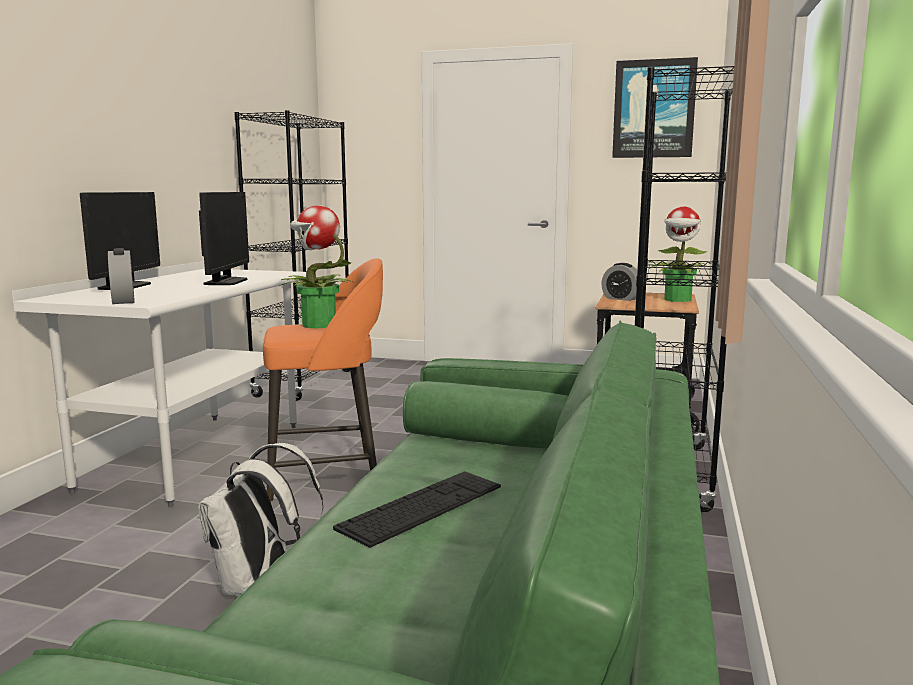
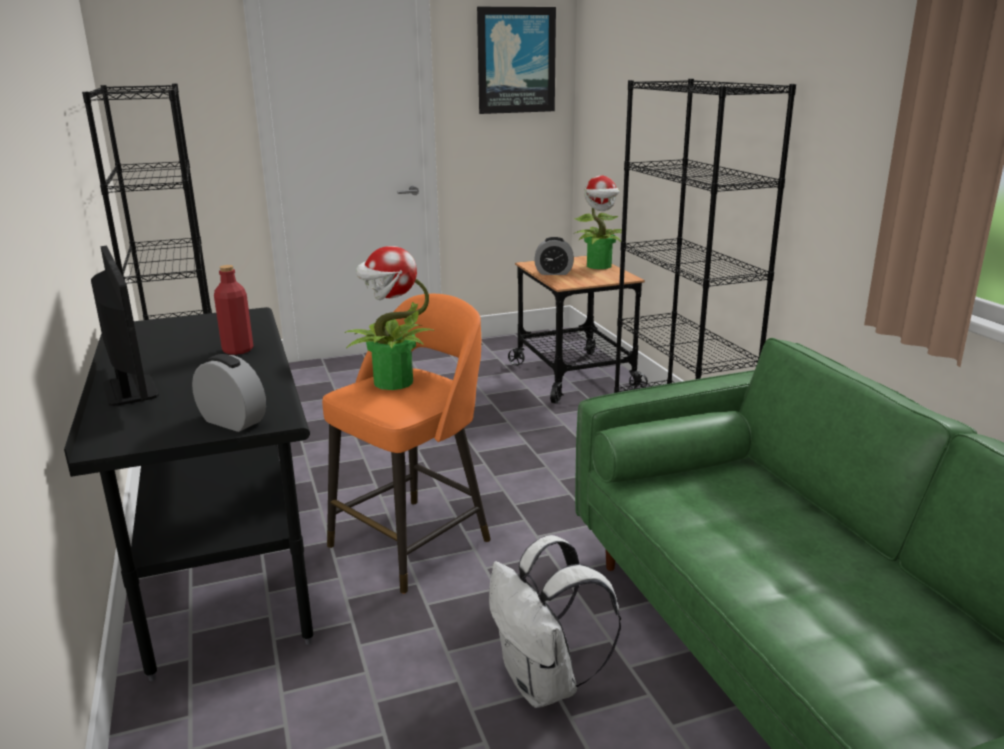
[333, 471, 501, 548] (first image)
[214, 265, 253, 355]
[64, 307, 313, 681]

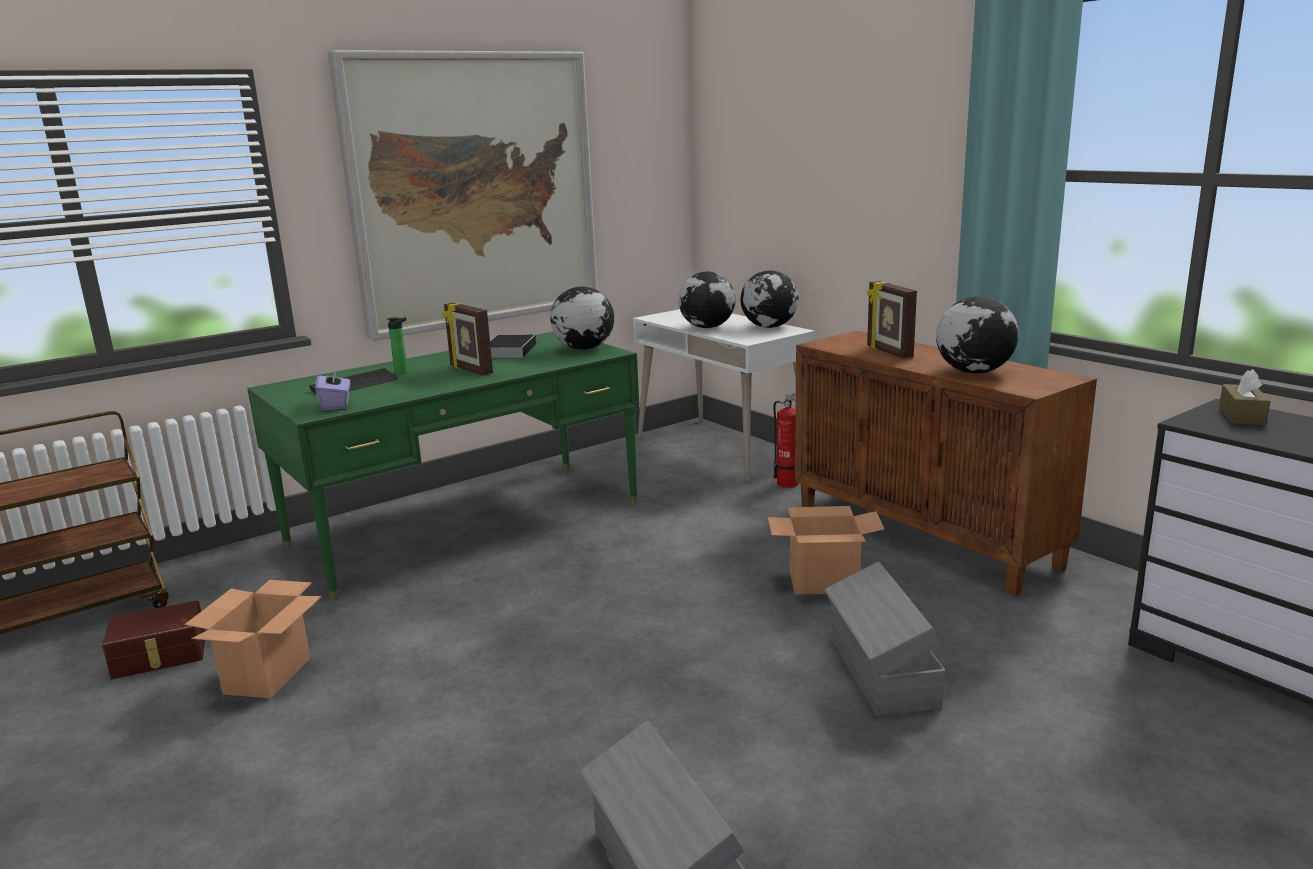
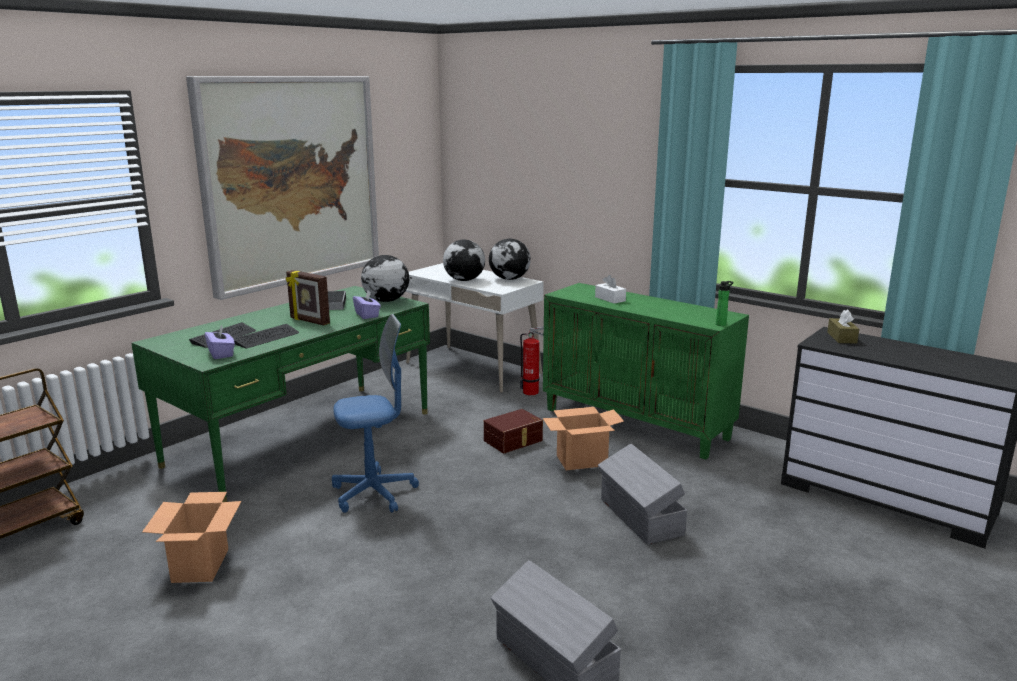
[936, 296, 1019, 374] (first image)
[233, 324, 299, 348]
[332, 314, 419, 513]
[353, 291, 381, 319]
[484, 409, 543, 453]
[716, 281, 733, 326]
[595, 275, 626, 304]
[543, 283, 749, 460]

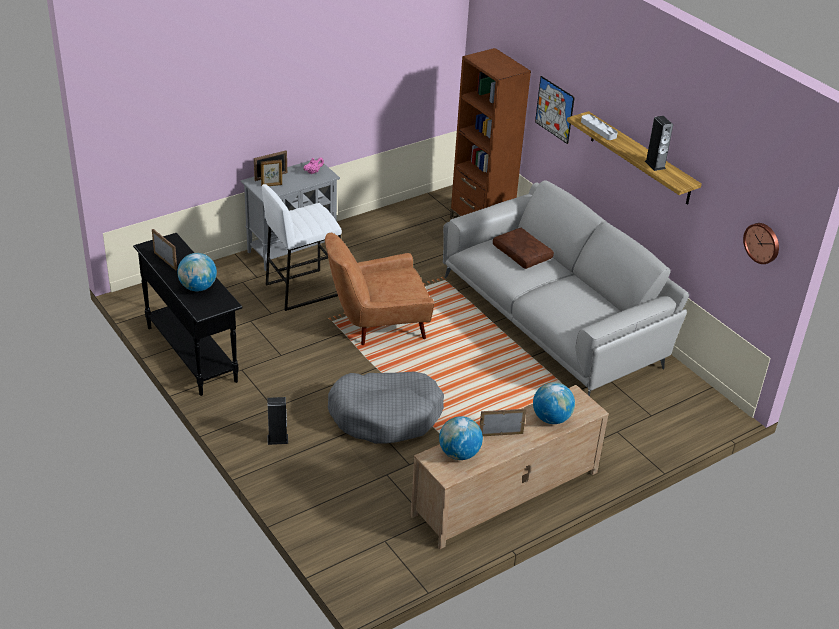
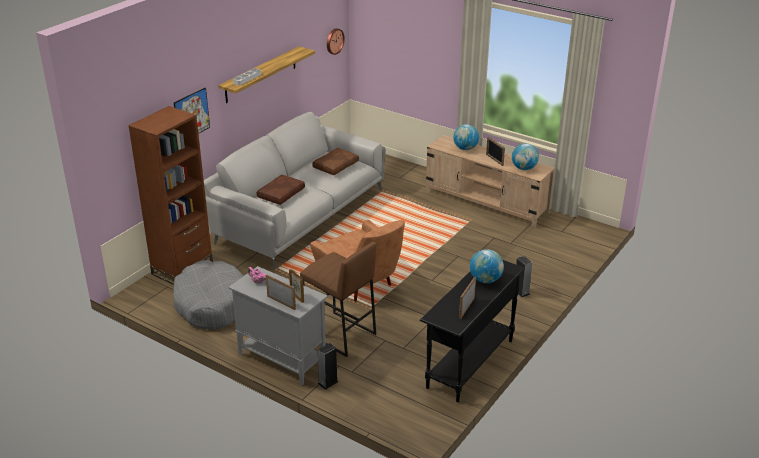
[312, 148, 359, 175]
[173, 260, 244, 329]
[318, 343, 338, 390]
[300, 242, 377, 357]

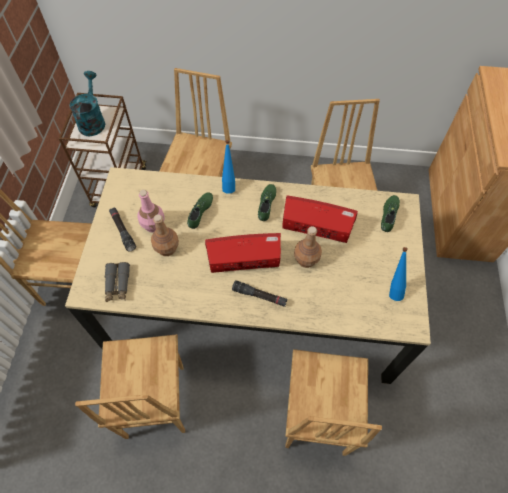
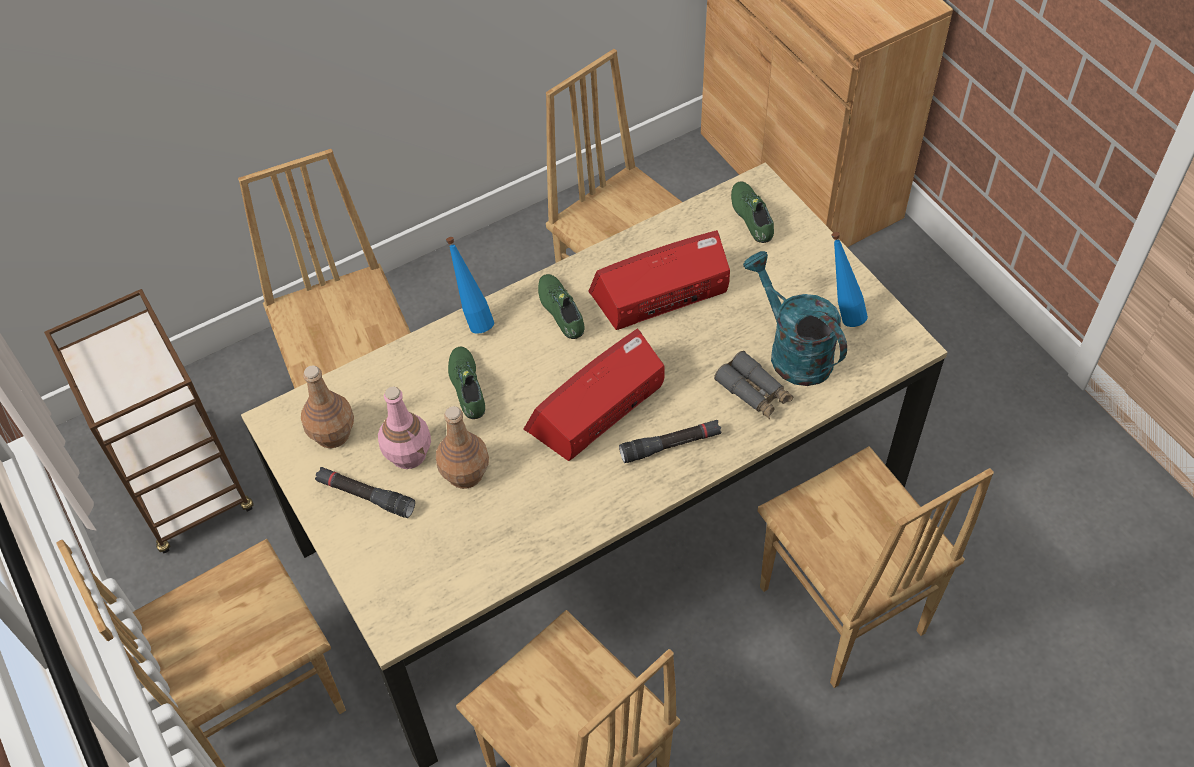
[743, 251, 847, 386]
[714, 351, 793, 419]
[301, 365, 354, 448]

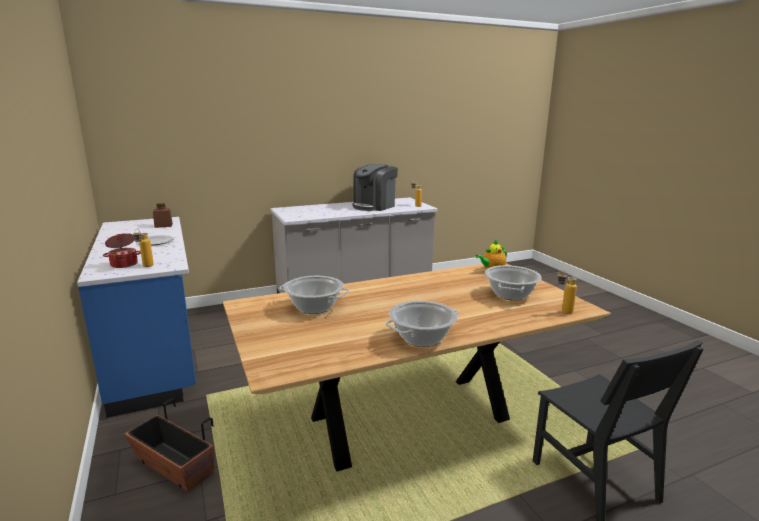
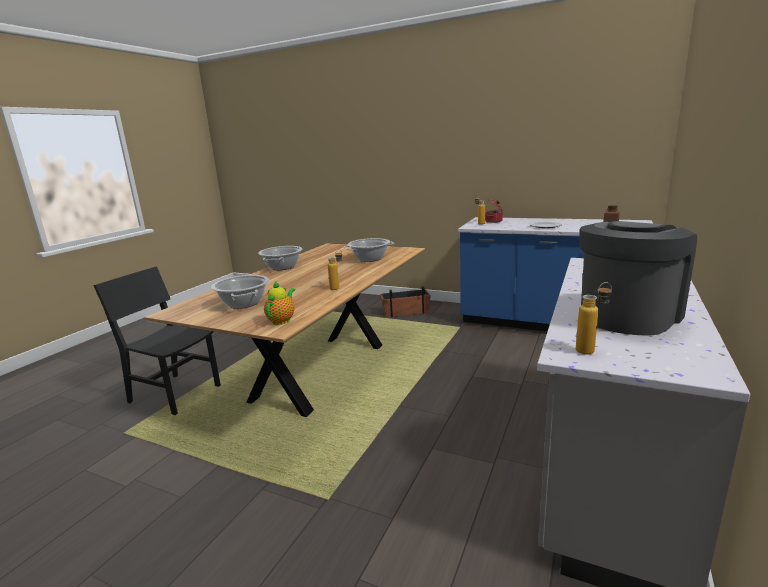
[328, 250, 342, 290]
[580, 221, 697, 336]

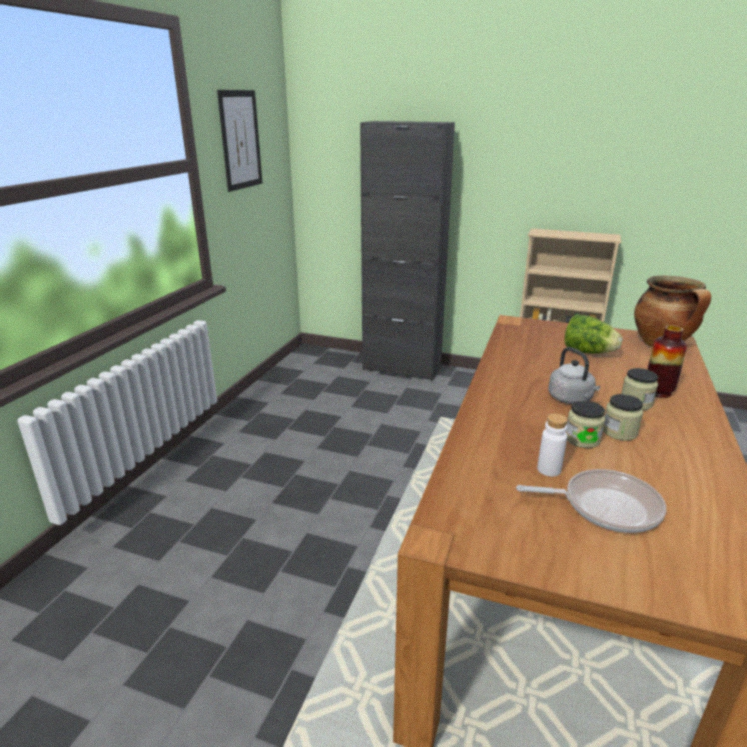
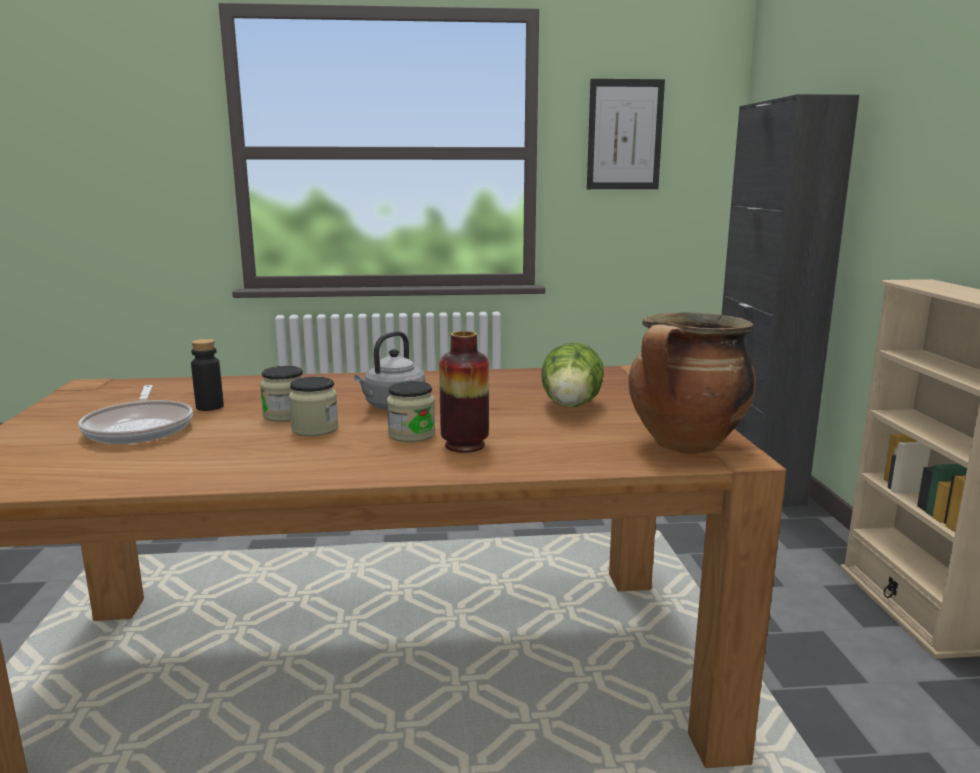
[191, 339, 224, 411]

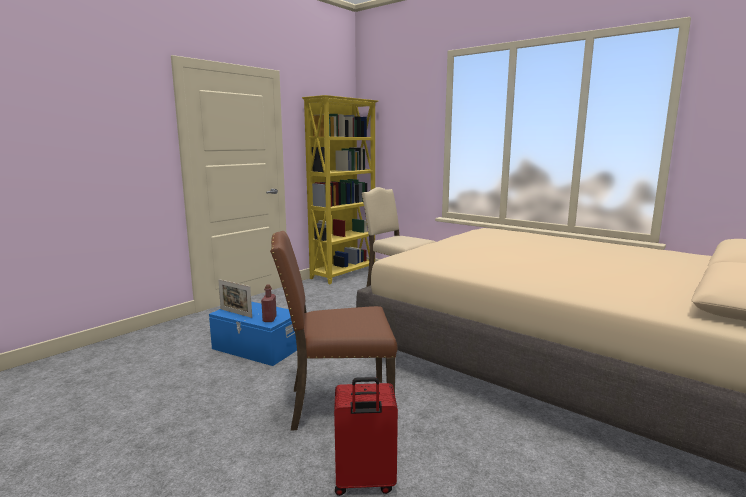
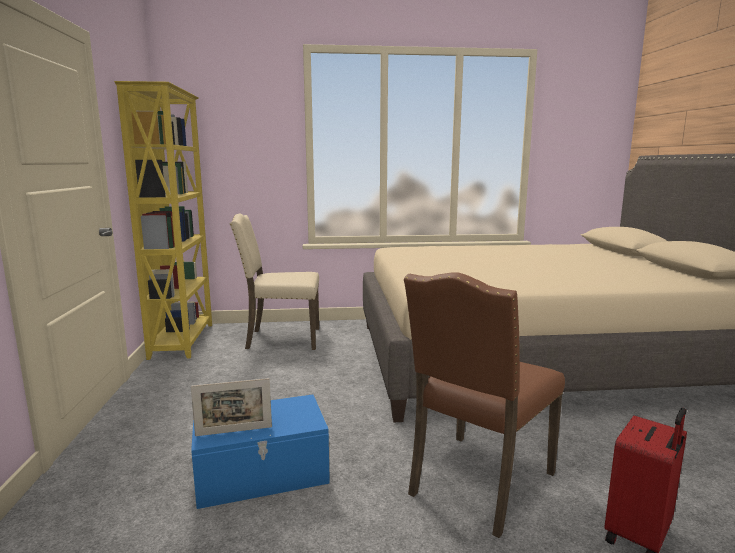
[261, 284, 277, 322] (first image)

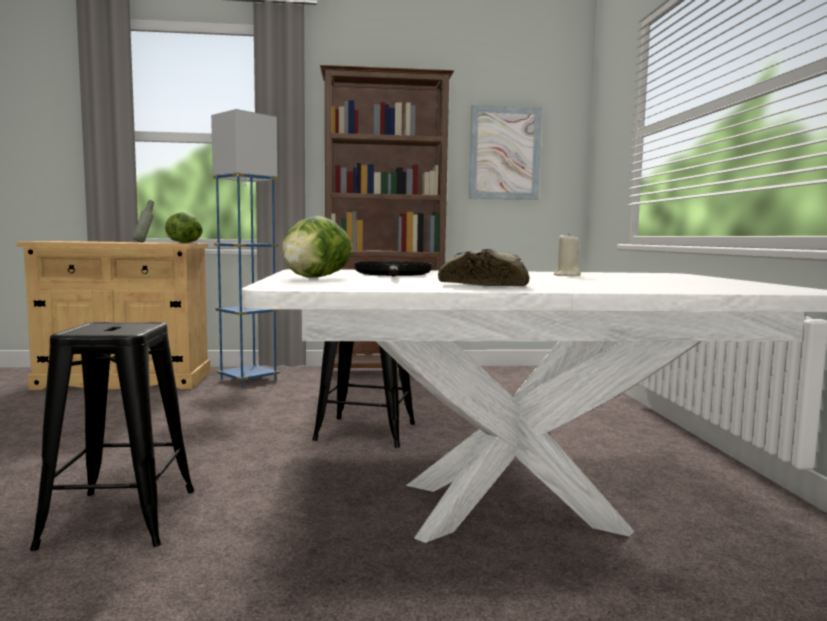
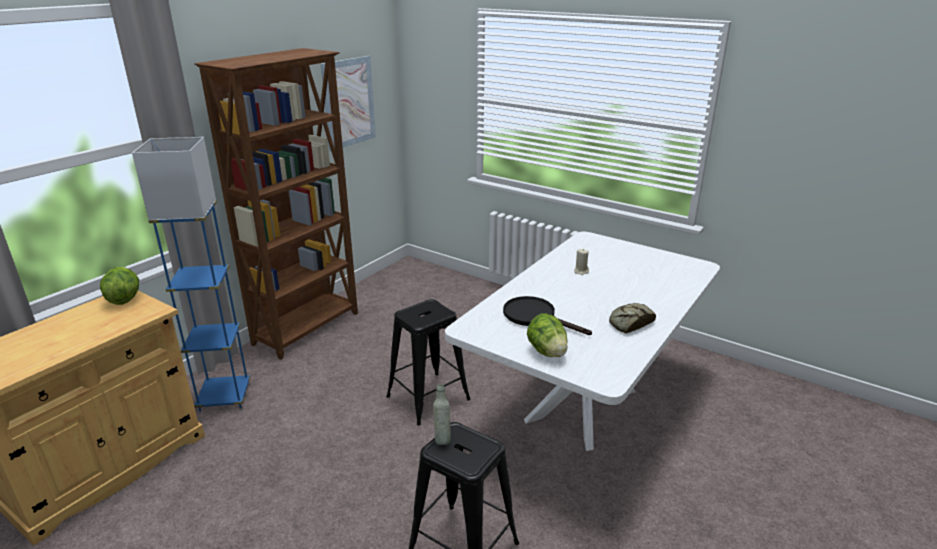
[433, 384, 451, 445]

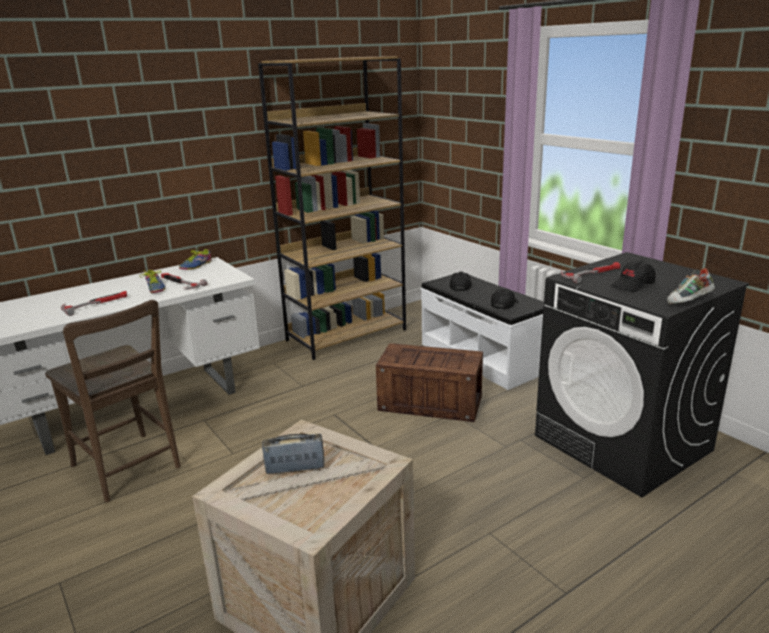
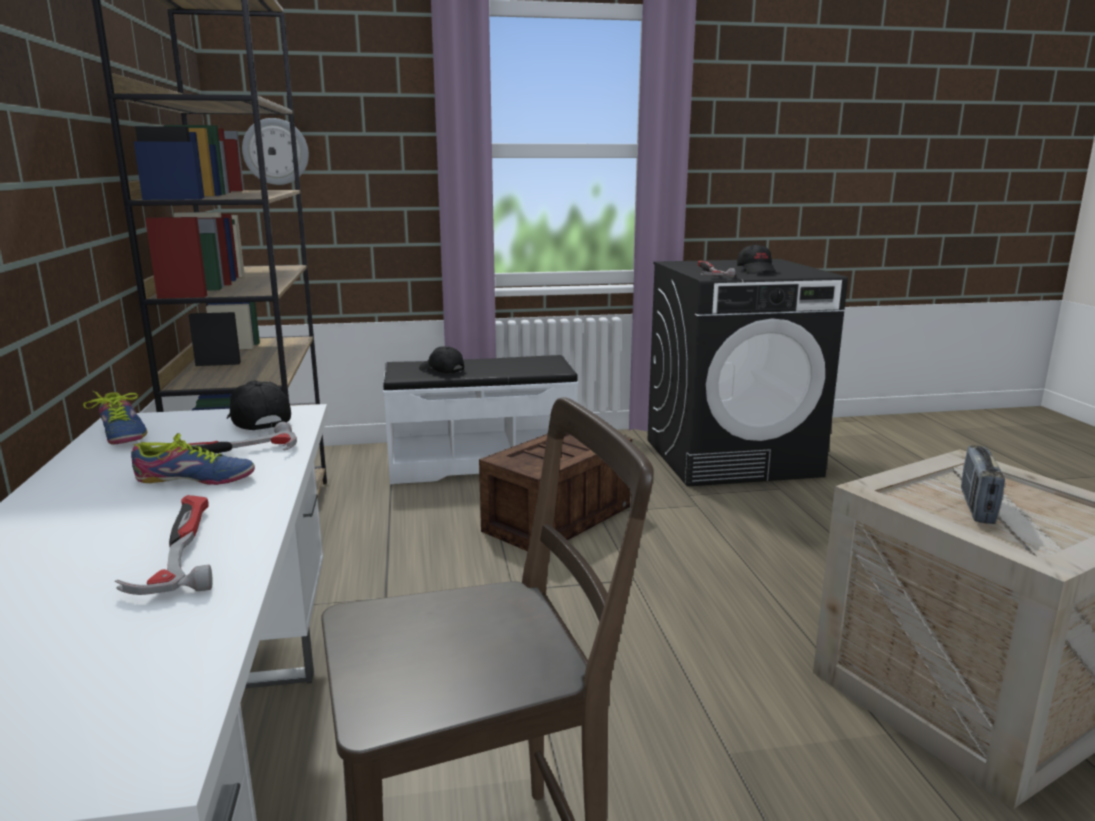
[667, 268, 715, 305] (first image)
[242, 118, 309, 185]
[227, 380, 291, 430]

